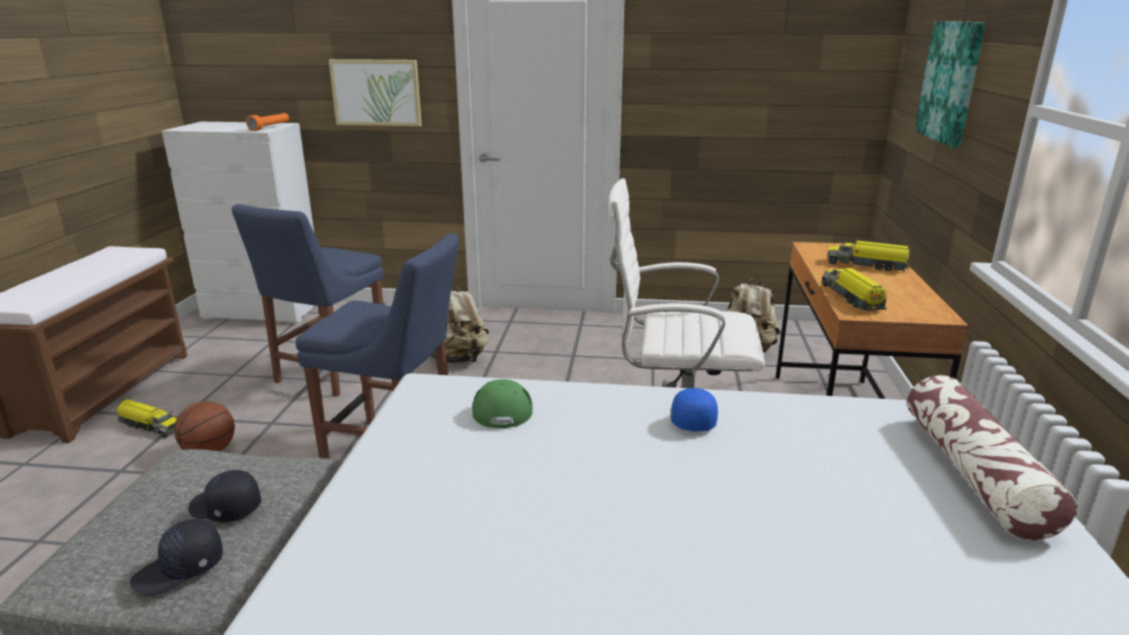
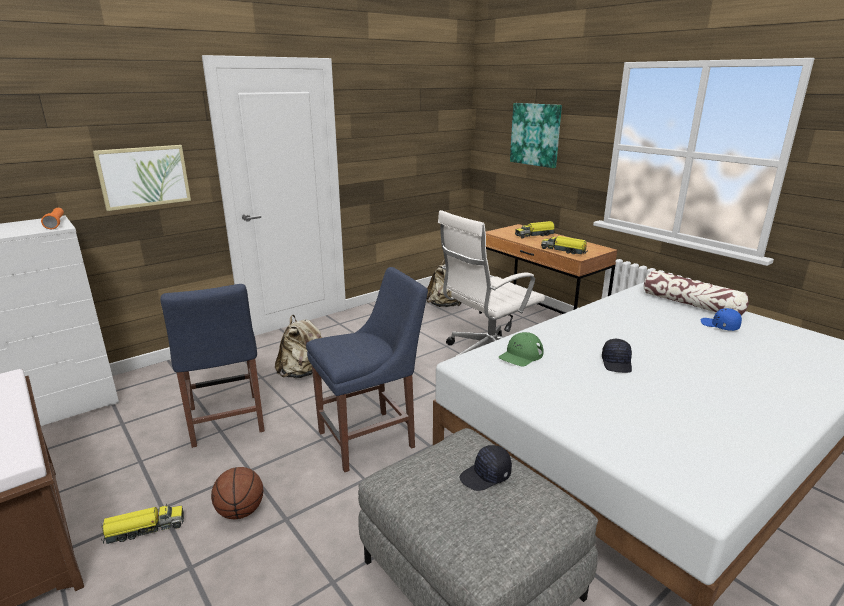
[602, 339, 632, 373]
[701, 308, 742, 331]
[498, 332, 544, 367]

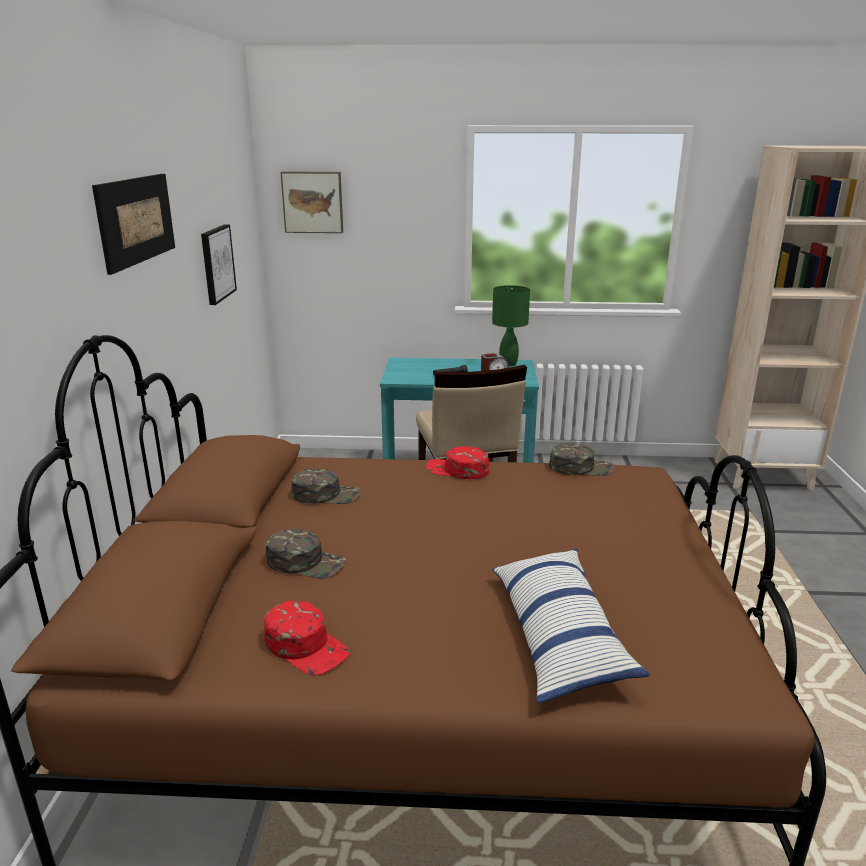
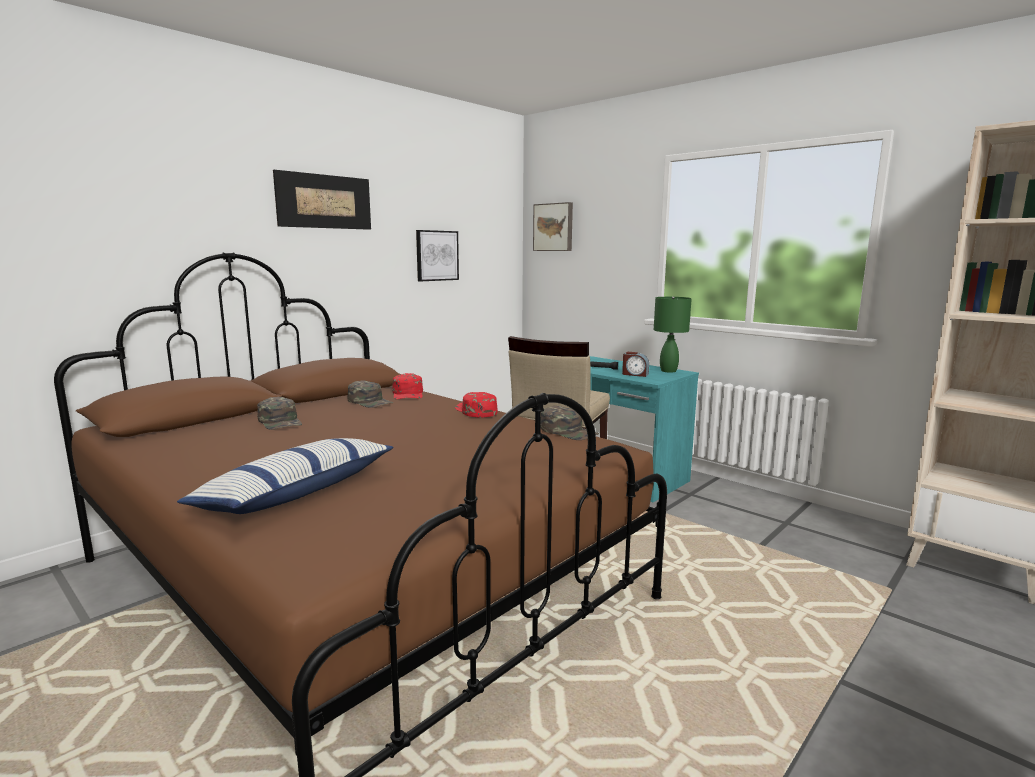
[392, 373, 423, 399]

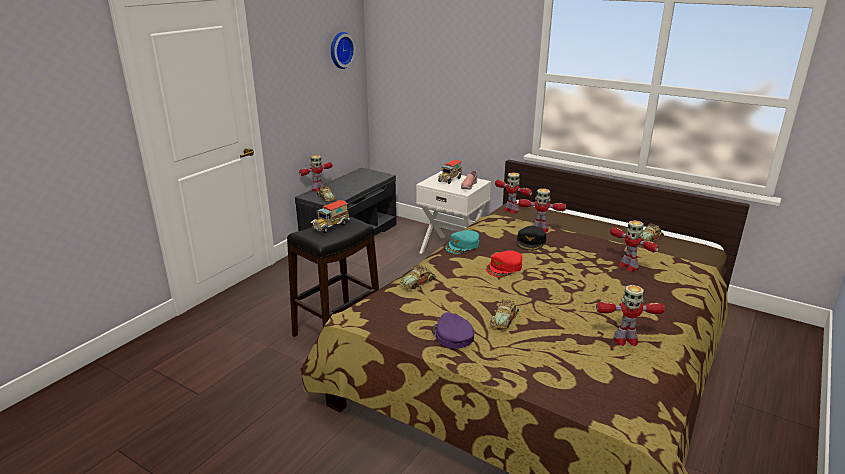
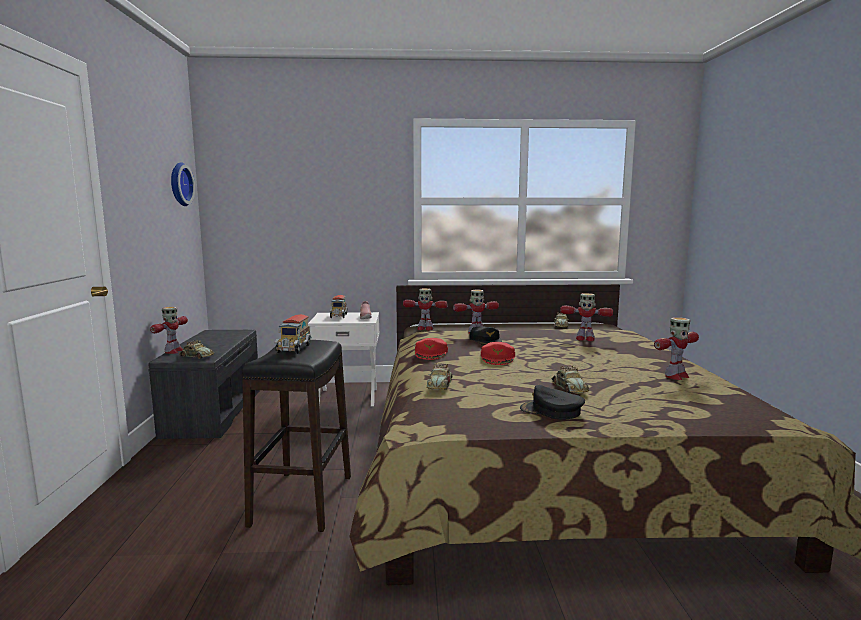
[520, 385, 585, 420]
[415, 338, 448, 360]

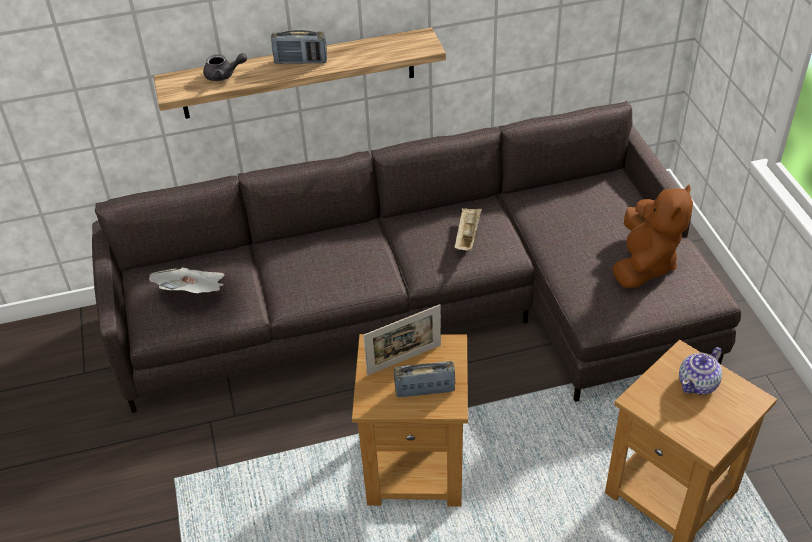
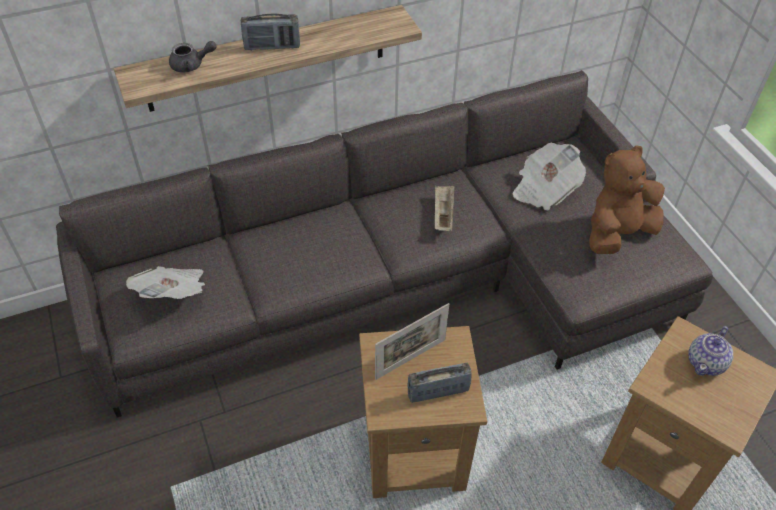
[513, 143, 586, 210]
[589, 145, 665, 254]

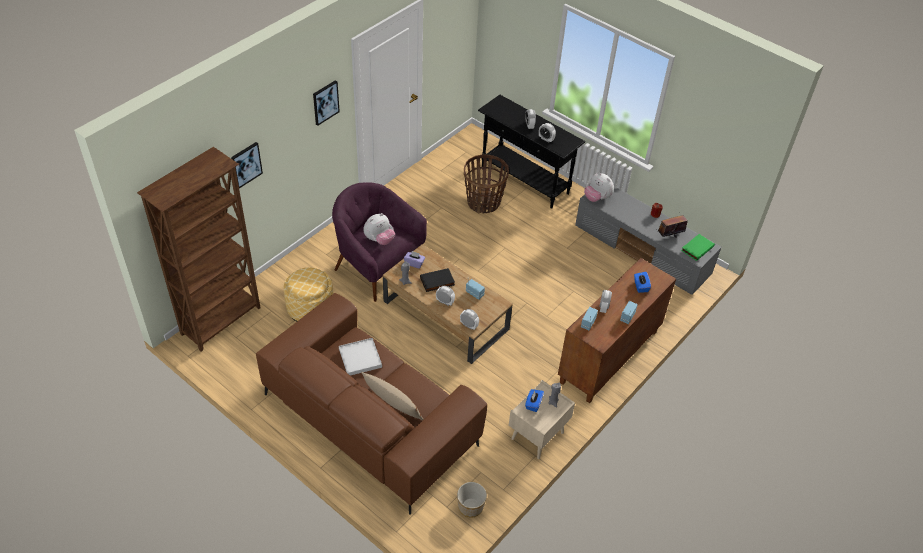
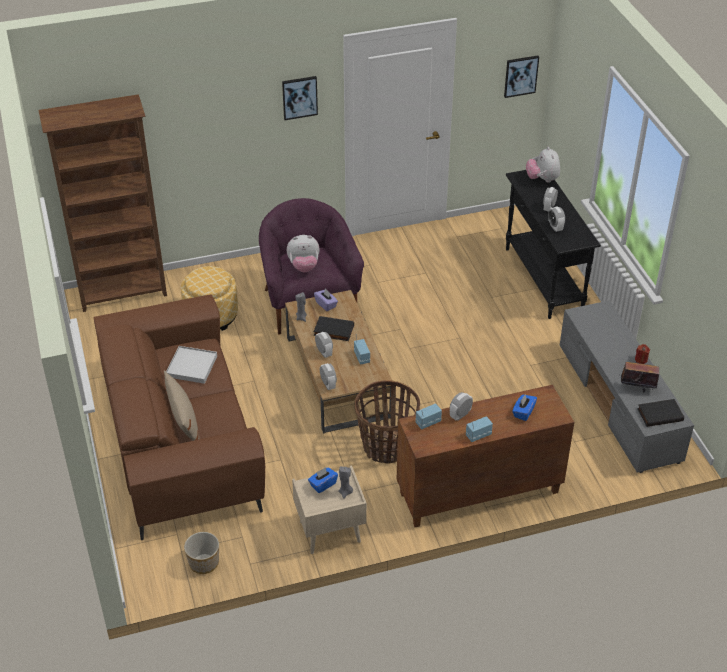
[504, 55, 539, 98]
[355, 380, 420, 464]
[526, 147, 560, 183]
[637, 399, 684, 427]

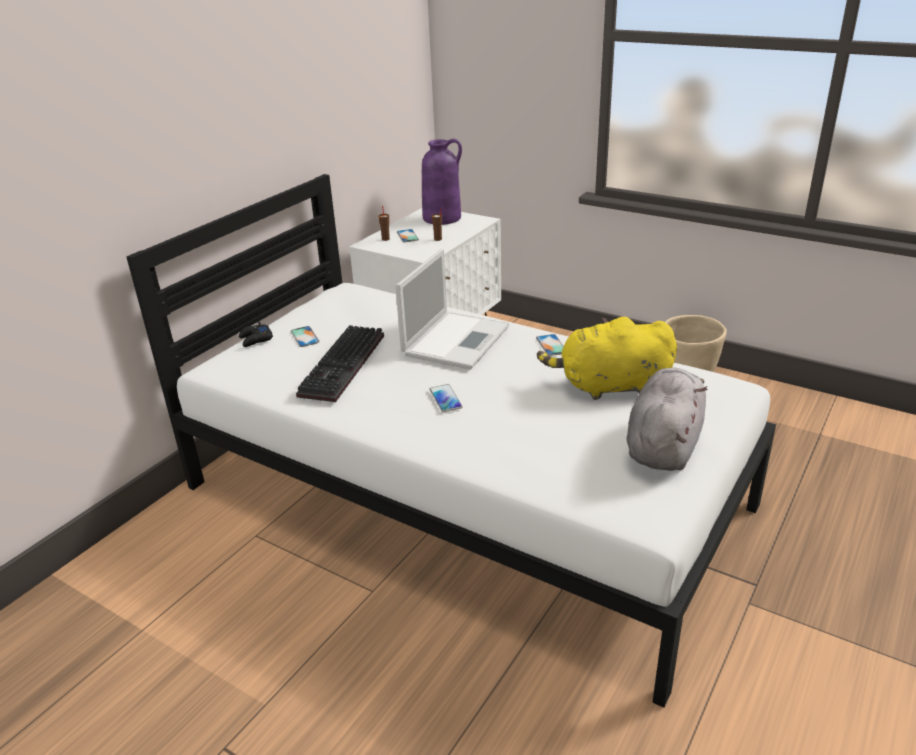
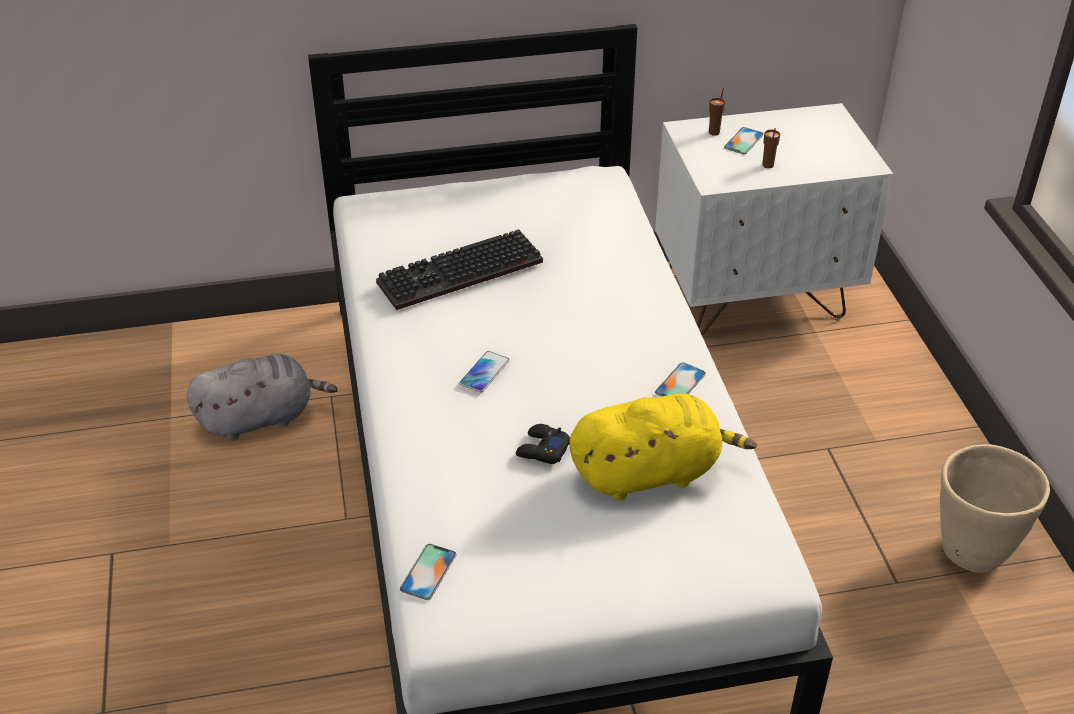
[395, 249, 509, 370] (first image)
[422, 139, 462, 225] (first image)
[516, 424, 570, 464]
[400, 544, 457, 600]
[186, 354, 338, 441]
[570, 393, 757, 500]

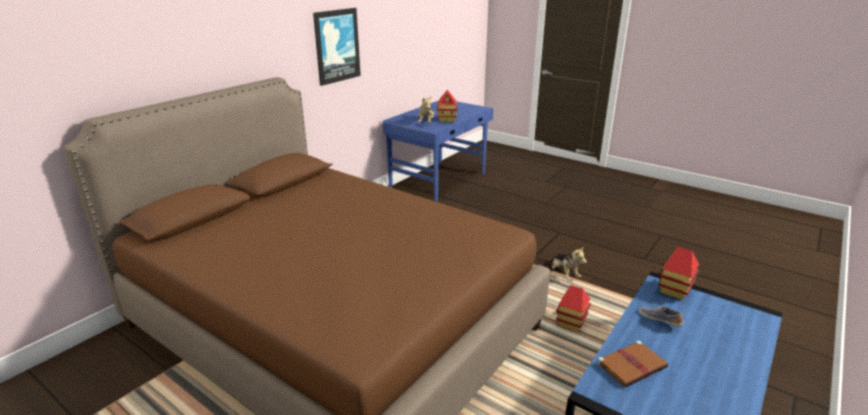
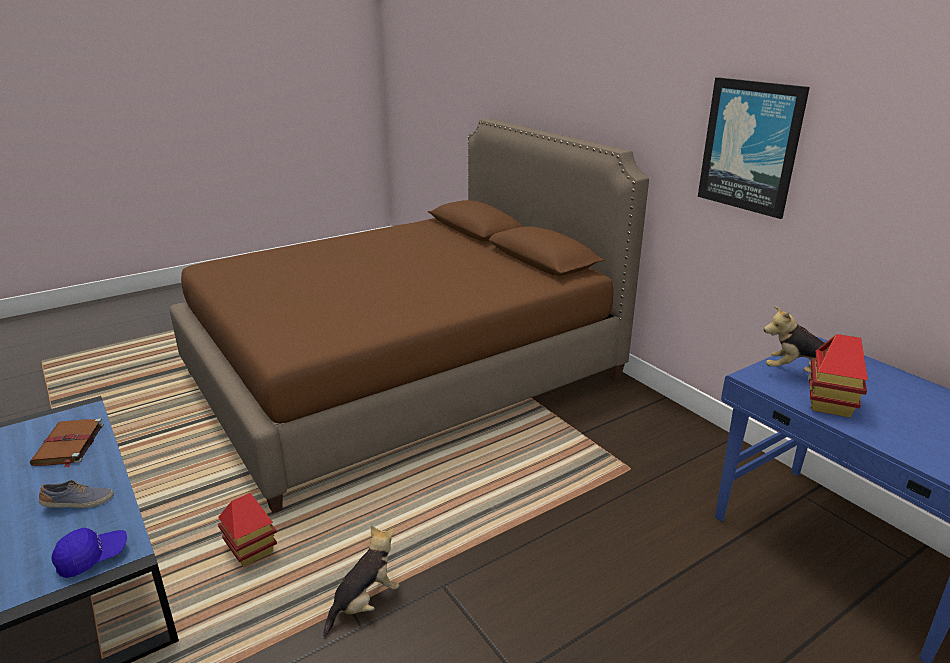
[51, 528, 127, 578]
[323, 525, 399, 637]

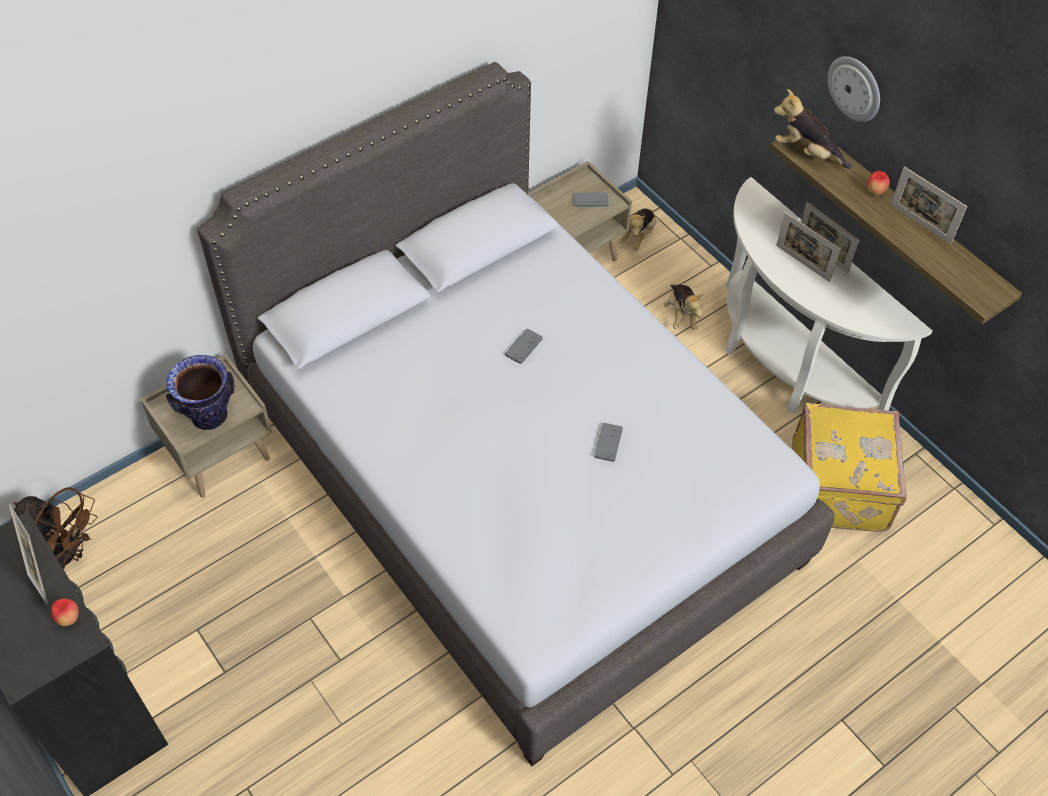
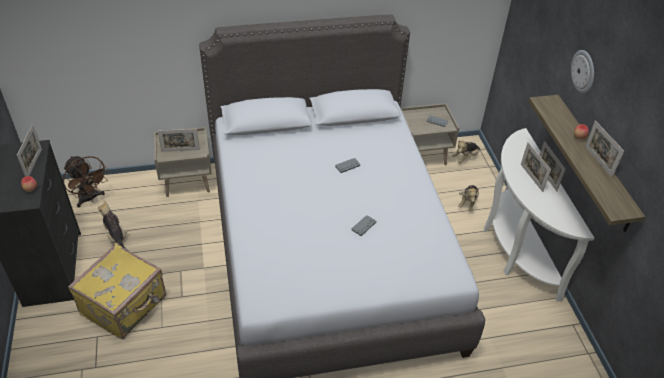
[98, 200, 128, 250]
[68, 244, 166, 339]
[158, 129, 200, 152]

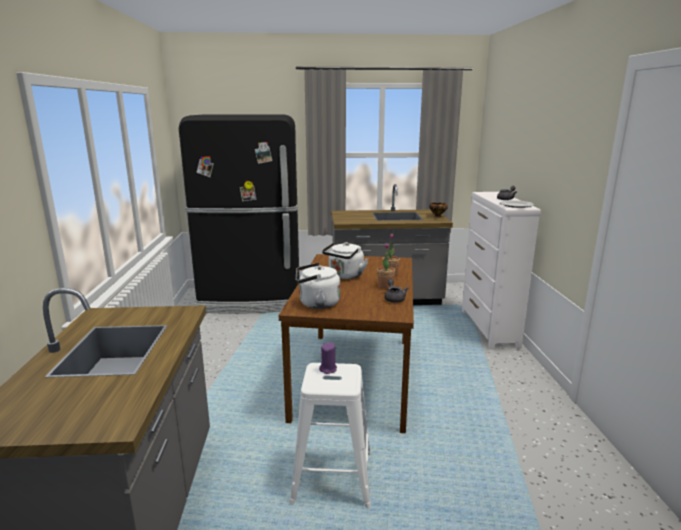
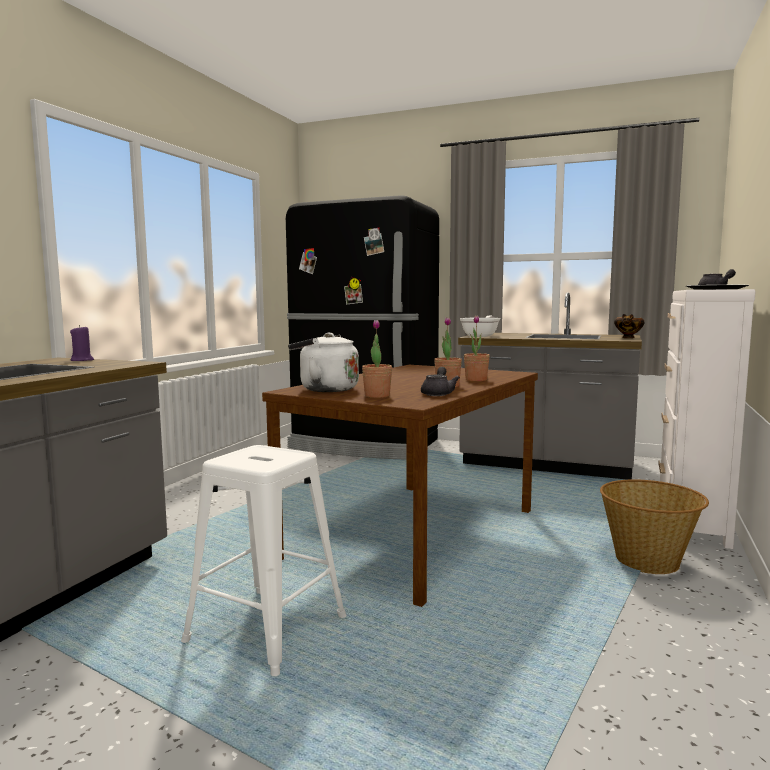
[322, 242, 368, 279] (first image)
[362, 320, 392, 398]
[460, 315, 501, 337]
[600, 479, 709, 574]
[70, 325, 94, 361]

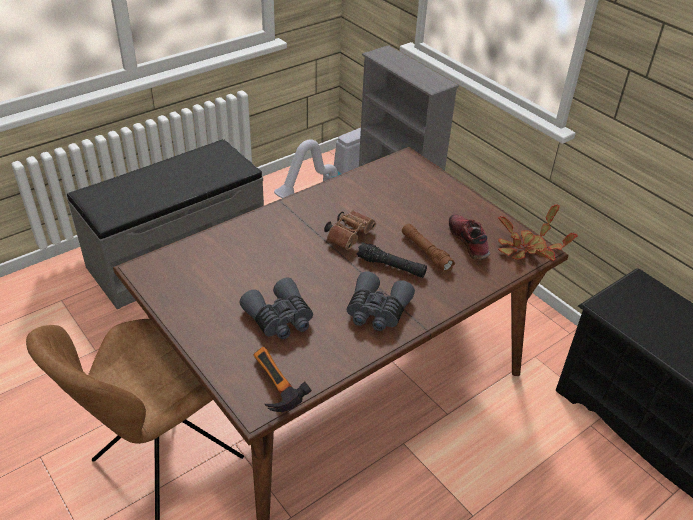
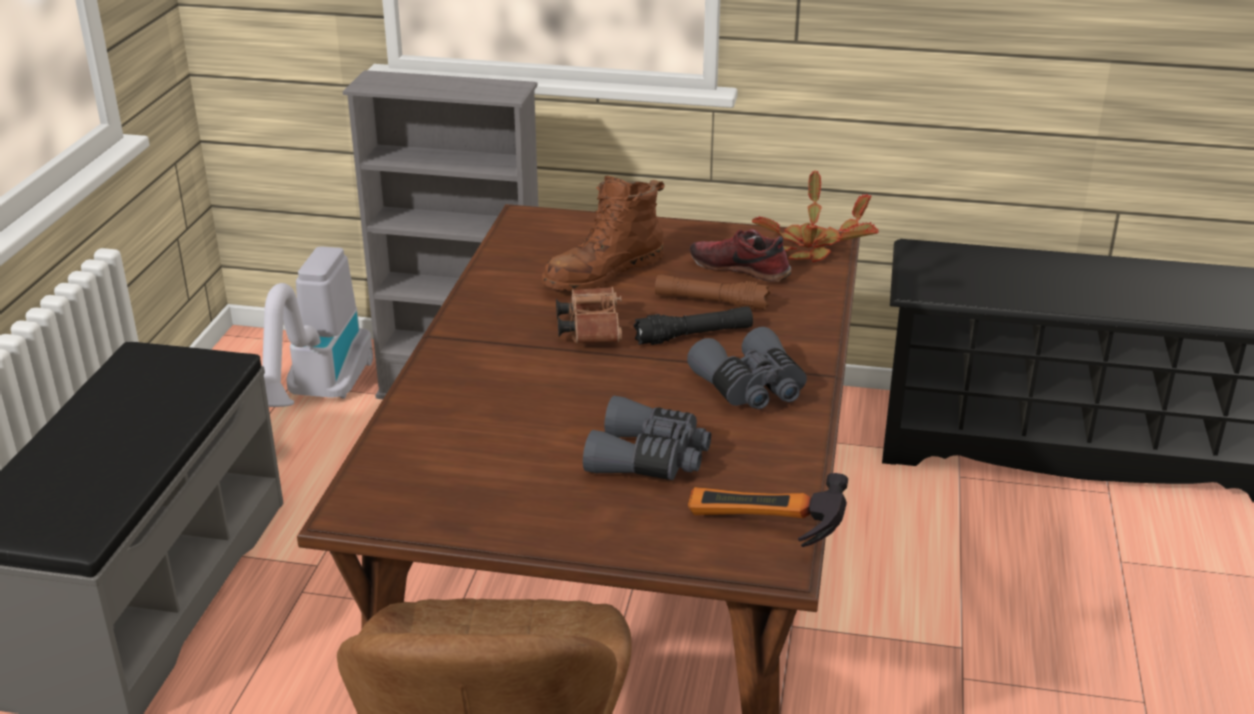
[541, 175, 665, 291]

